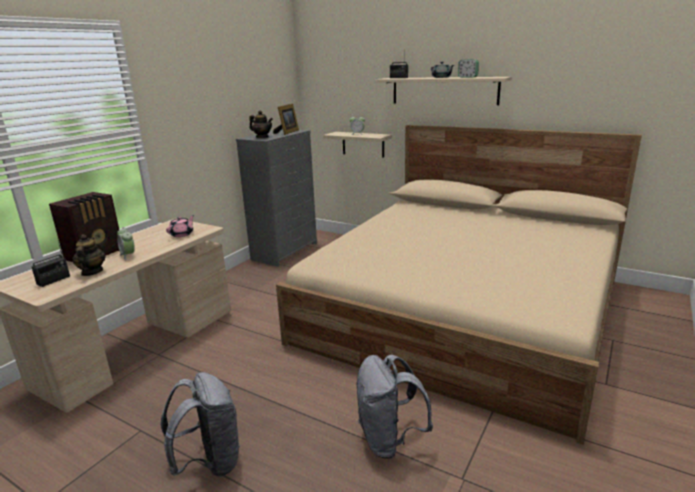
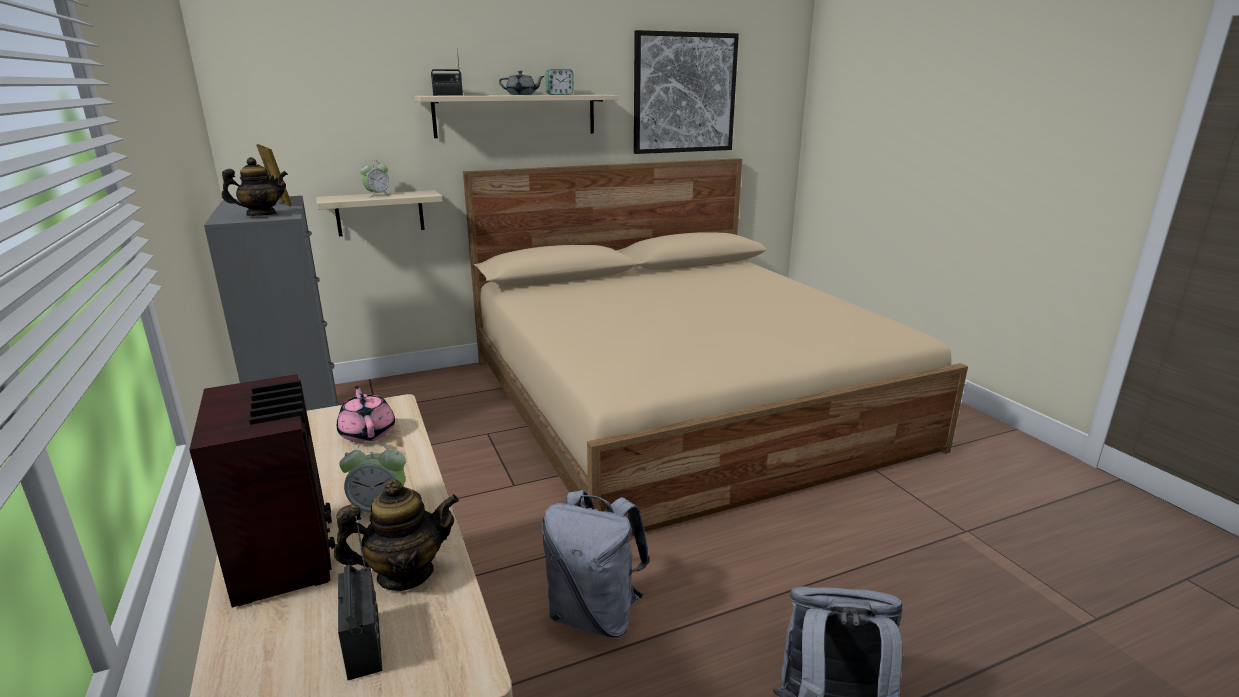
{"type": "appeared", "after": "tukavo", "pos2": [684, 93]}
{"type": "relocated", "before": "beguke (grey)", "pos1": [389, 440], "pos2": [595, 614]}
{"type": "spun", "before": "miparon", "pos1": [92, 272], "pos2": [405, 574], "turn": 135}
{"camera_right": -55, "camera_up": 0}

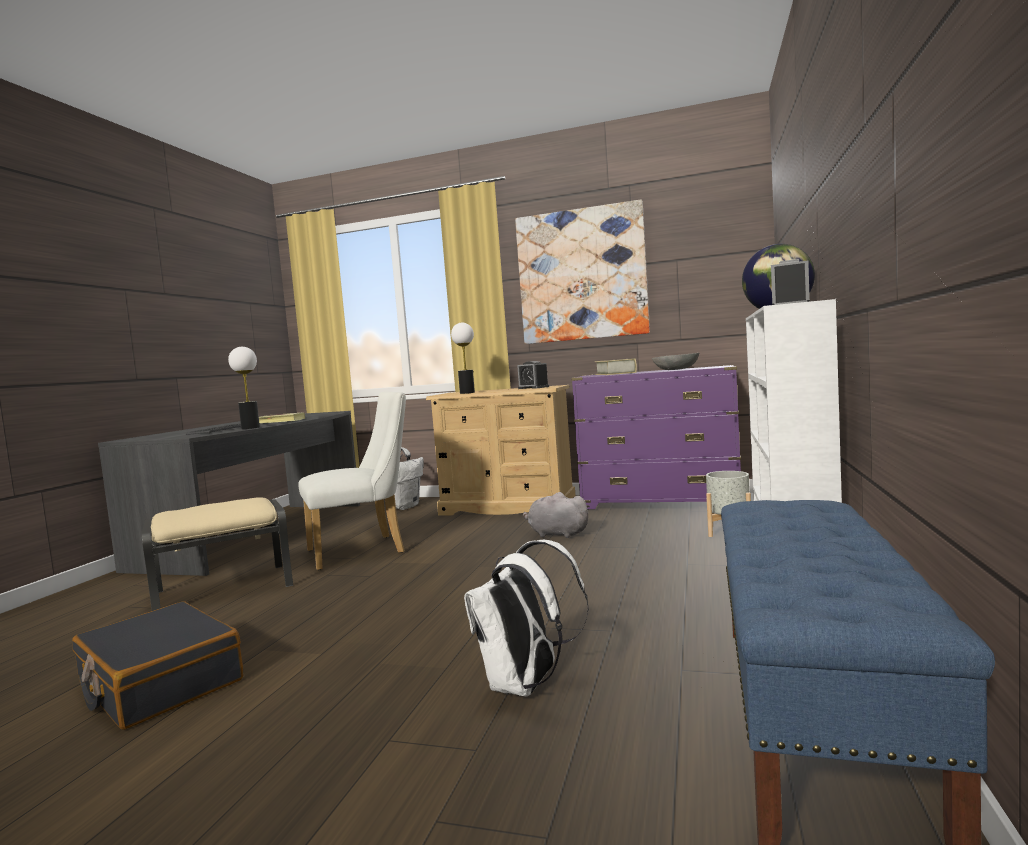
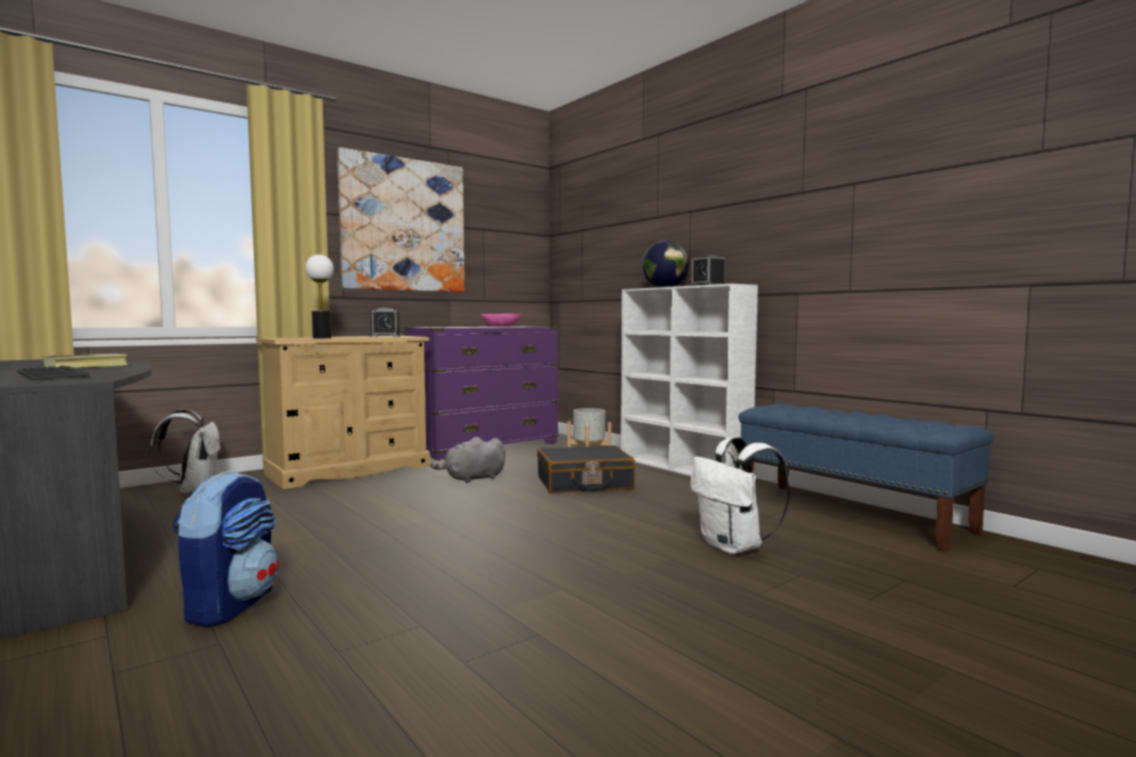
{"type": "missing", "before": "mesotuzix", "pos1": [250, 428]}
{"type": "missing", "before": "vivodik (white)", "pos1": [363, 550]}
{"type": "missing", "before": "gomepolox", "pos1": [615, 373]}
{"type": "relocated", "before": "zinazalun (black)", "pos1": [159, 683], "pos2": [584, 483]}
{"type": "exchanged", "before": "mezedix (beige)", "after": "beguke", "pos1": [224, 588], "pos2": [230, 605]}
{"type": "colour", "before": "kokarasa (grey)", "after": "kokarasa (pink)", "pos1": [676, 369], "pos2": [501, 326]}
{"camera_right": -55, "camera_up": 0}

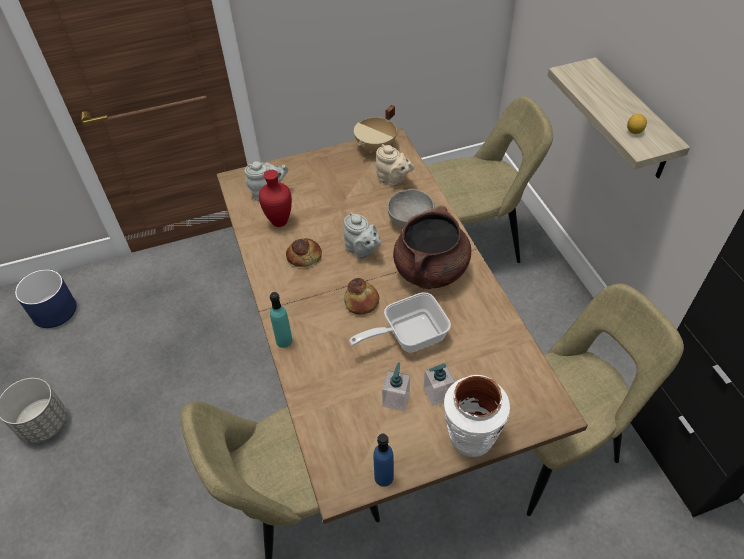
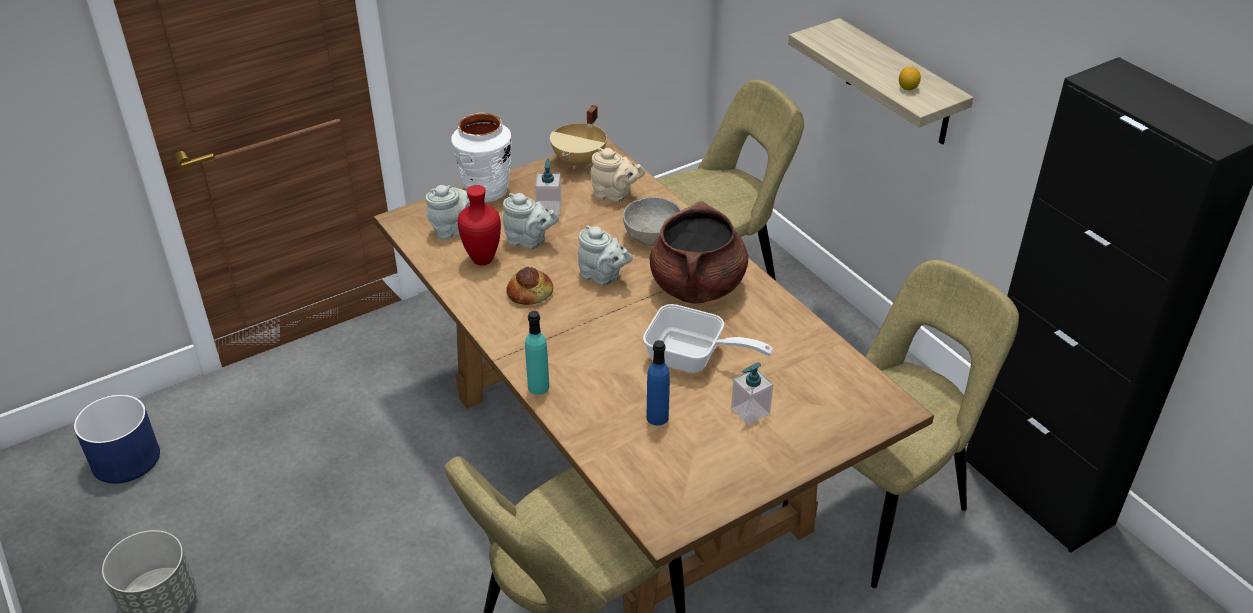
{"type": "missing", "before": "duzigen", "pos1": [362, 301]}
{"type": "appeared", "after": "miparon (grey)", "pos2": [529, 241]}
{"type": "relocated", "before": "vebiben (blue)", "pos1": [384, 477], "pos2": [657, 417]}
{"type": "relocated", "before": "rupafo", "pos1": [396, 399], "pos2": [549, 207]}
{"type": "relocated", "before": "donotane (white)", "pos1": [470, 437], "pos2": [486, 191]}
{"type": "spun", "before": "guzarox", "pos1": [408, 335], "pos2": [693, 358], "turn": -120}
{"camera_right": -15, "camera_up": -10}

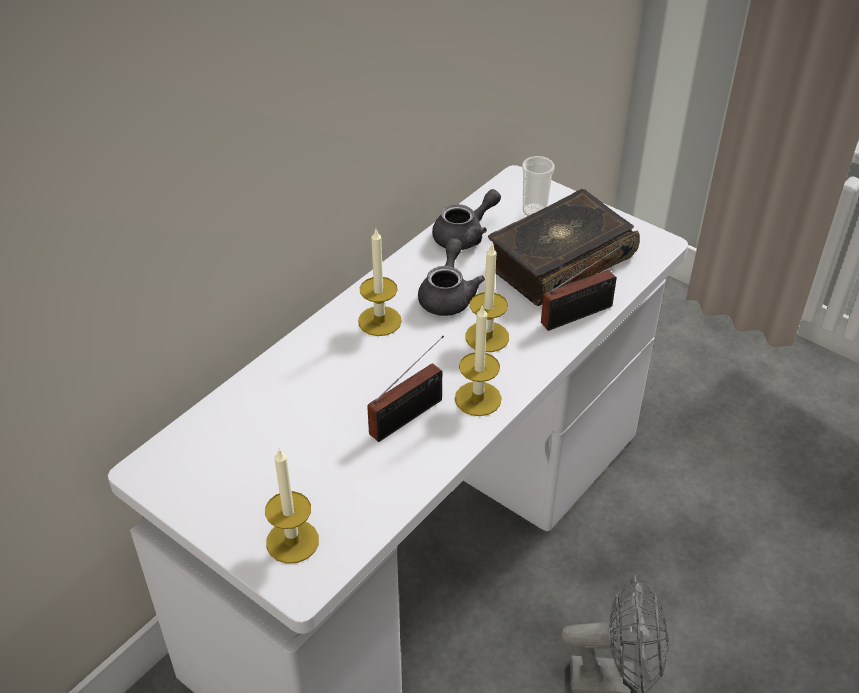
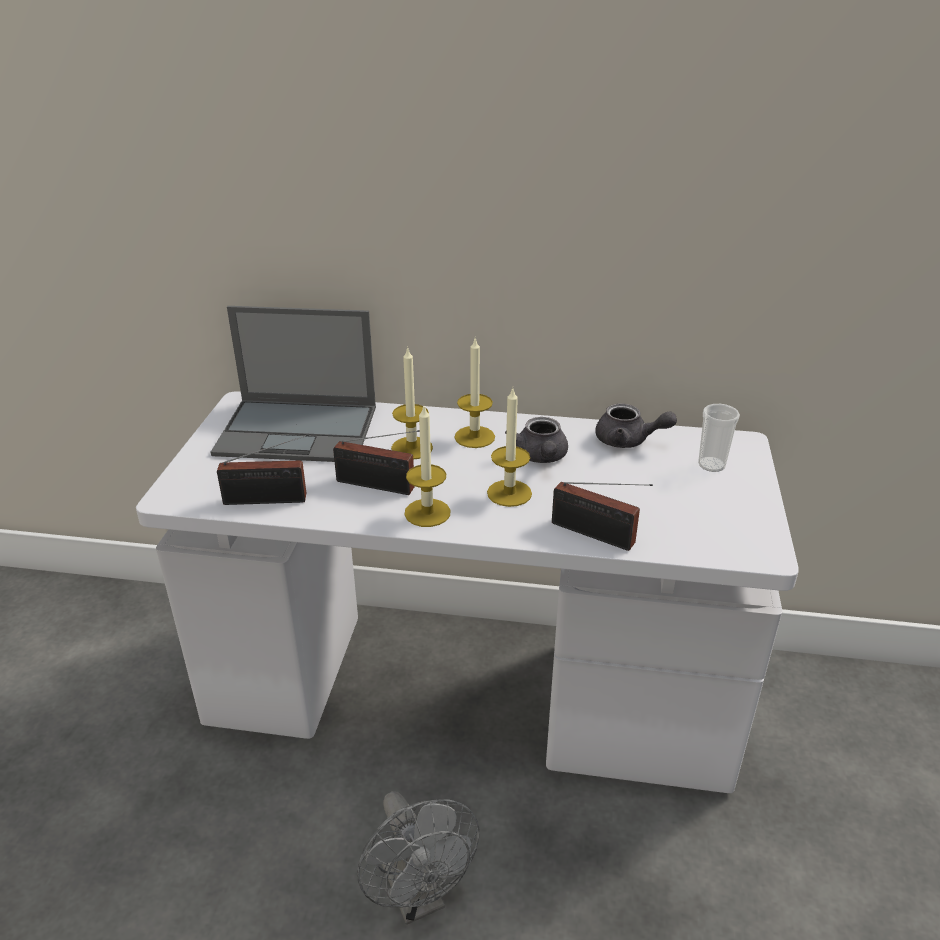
{"type": "missing", "before": "gomepolox", "pos1": [558, 261]}
{"type": "appeared", "after": "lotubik", "pos2": [299, 430]}
{"type": "appeared", "after": "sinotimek", "pos2": [270, 500]}
{"type": "relocated", "before": "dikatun", "pos1": [292, 541], "pos2": [412, 448]}
{"type": "spun", "before": "miparon (grey)", "pos1": [448, 295], "pos2": [540, 457], "turn": 105}
{"camera_right": 60, "camera_up": -10}

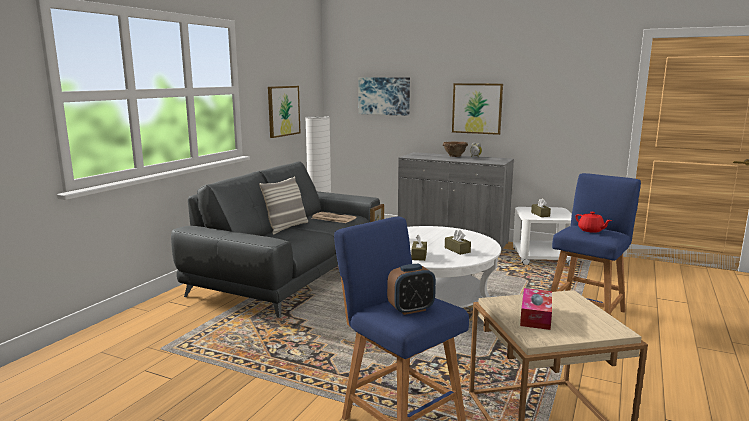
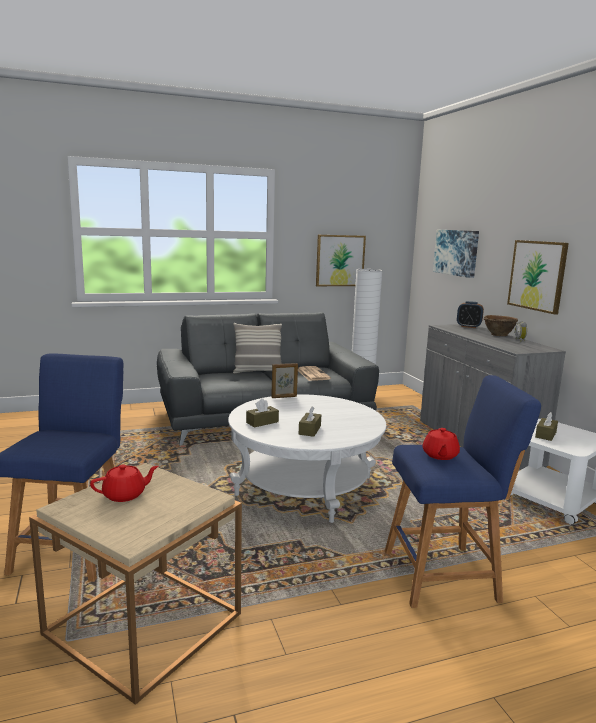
{"type": "relocated", "before": "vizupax", "pos1": [411, 309], "pos2": [468, 326]}
{"type": "exchanged", "before": "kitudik", "after": "miparon (red)", "pos1": [535, 316], "pos2": [125, 495]}
{"camera_right": 45, "camera_up": 0}

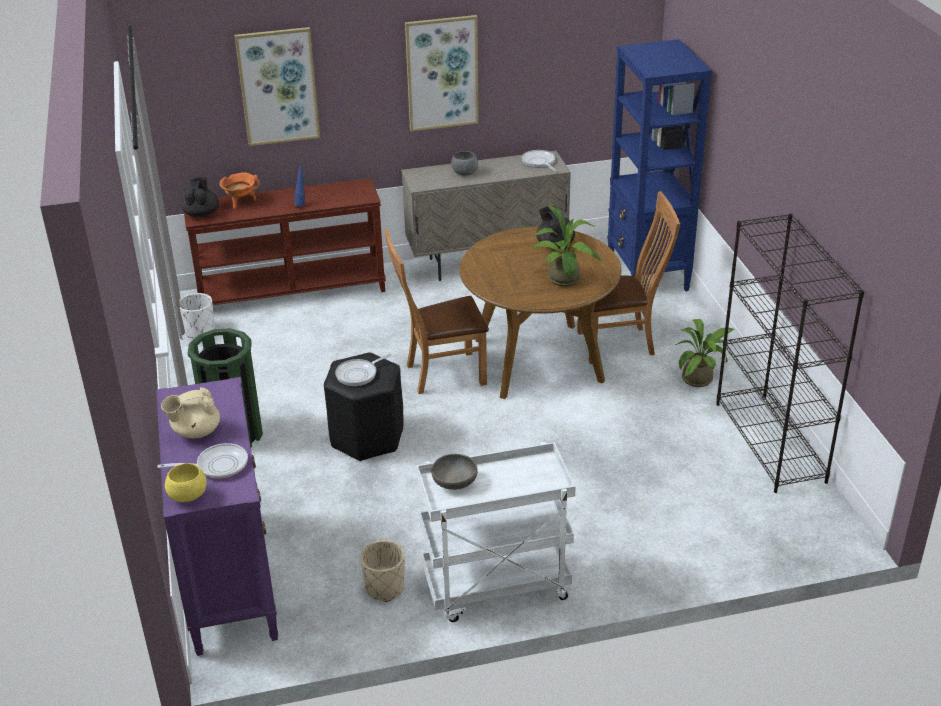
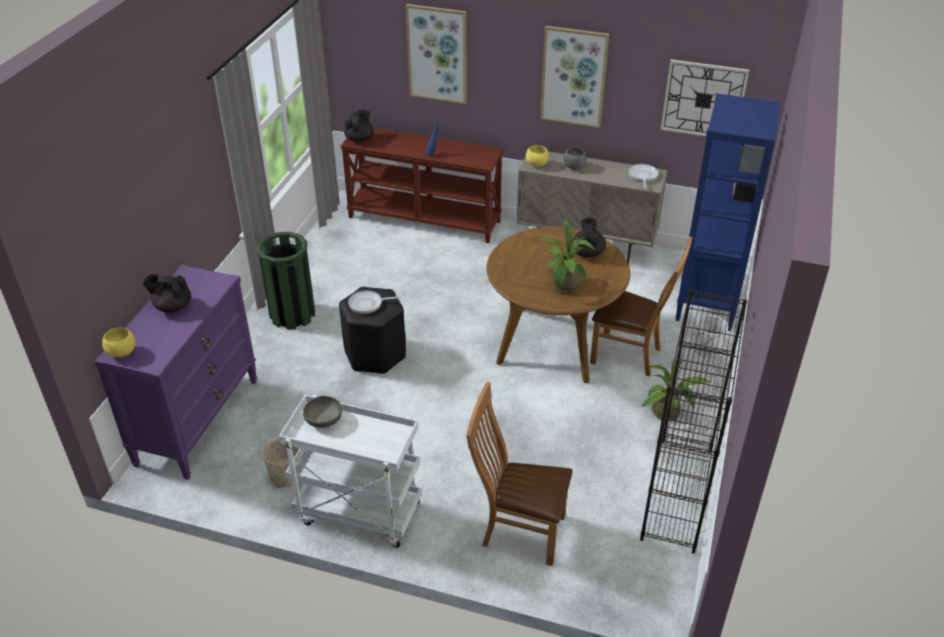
{"type": "missing", "before": "guzarox", "pos1": [217, 465]}
{"type": "missing", "before": "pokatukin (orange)", "pos1": [241, 202]}
{"type": "appeared", "after": "kokarasa (yellow)", "pos2": [536, 164]}
{"type": "appeared", "after": "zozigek", "pos2": [703, 99]}
{"type": "relocated", "before": "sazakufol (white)", "pos1": [200, 331], "pos2": [707, 349]}
{"type": "relocated", "before": "vivodik (brown)", "pos1": [440, 374], "pos2": [518, 530]}
{"type": "colour", "before": "miparon (beige)", "after": "miparon (black)", "pos1": [195, 432], "pos2": [172, 306]}
{"camera_right": 30, "camera_up": 5}

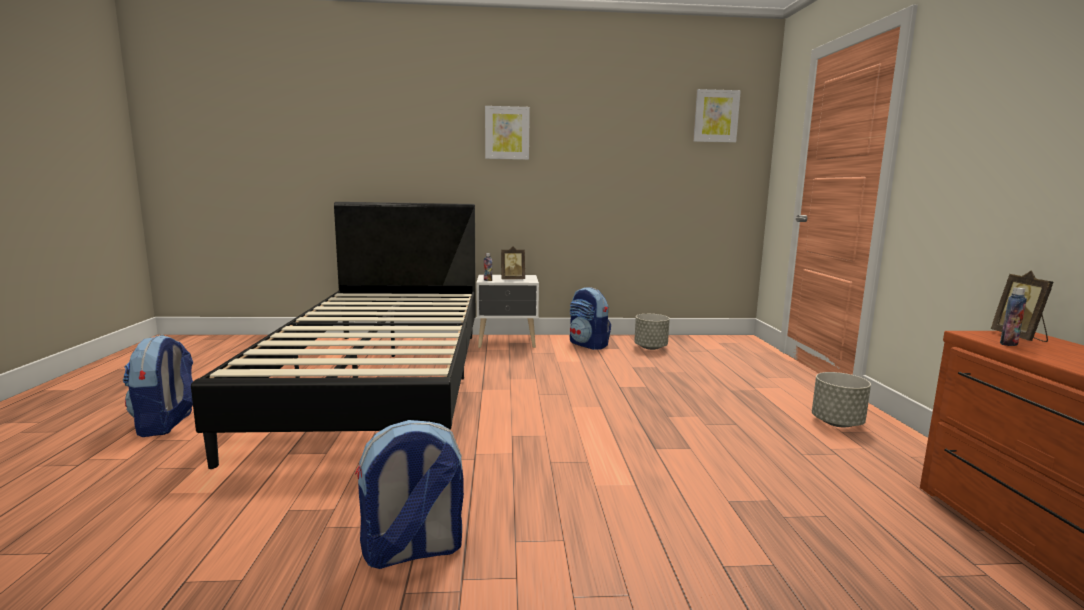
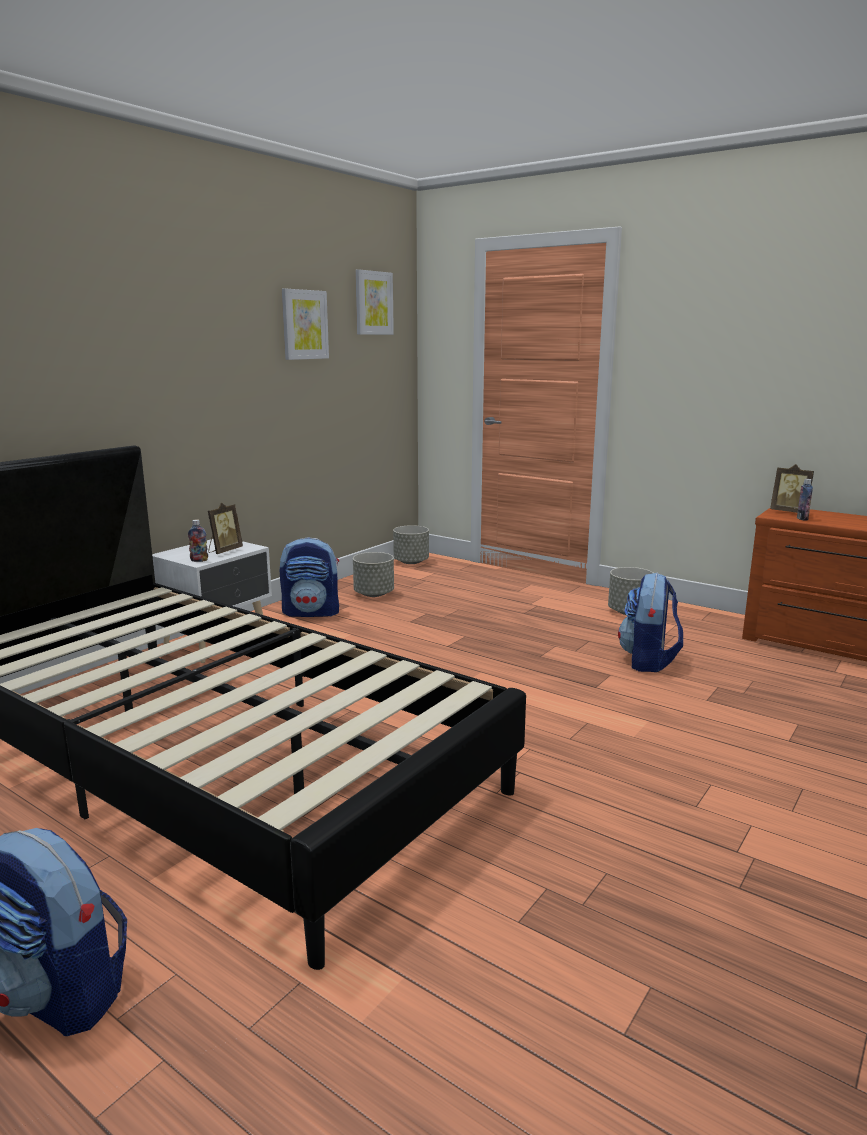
{"type": "appeared", "after": "sazakufol (grey)", "pos2": [411, 562]}
{"type": "relocated", "before": "beguke", "pos1": [412, 551], "pos2": [648, 661]}
{"type": "relocated", "before": "tukavo", "pos1": [507, 133], "pos2": [304, 324]}
{"camera_right": -50, "camera_up": 5}

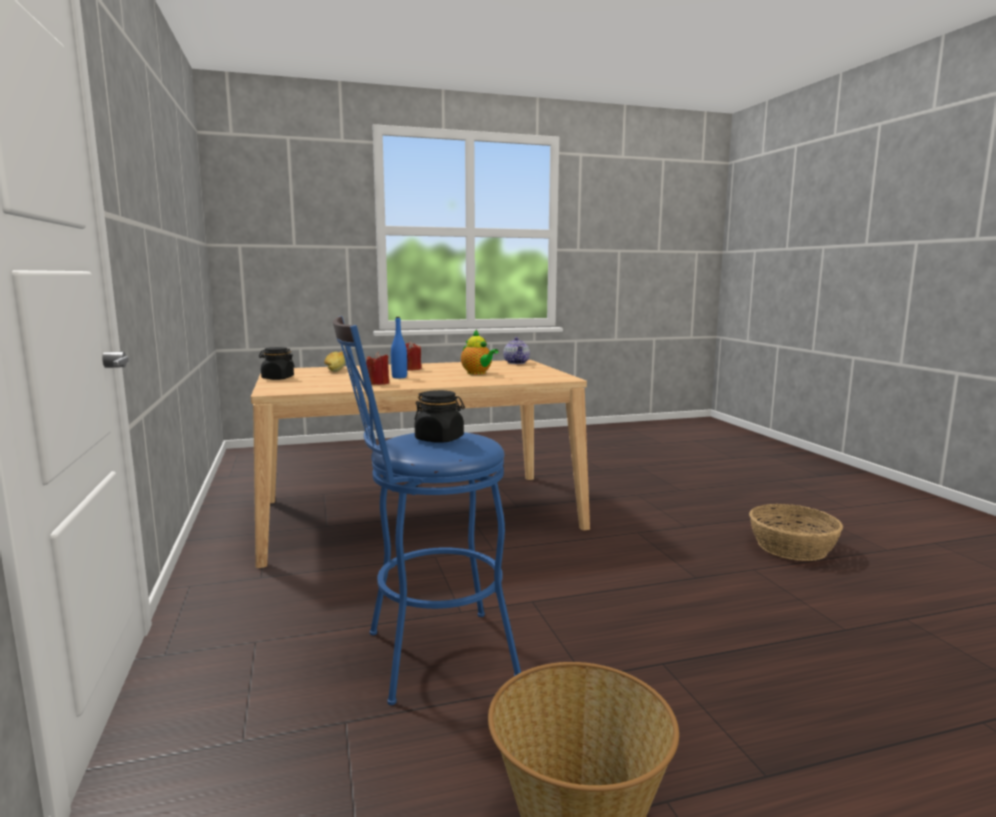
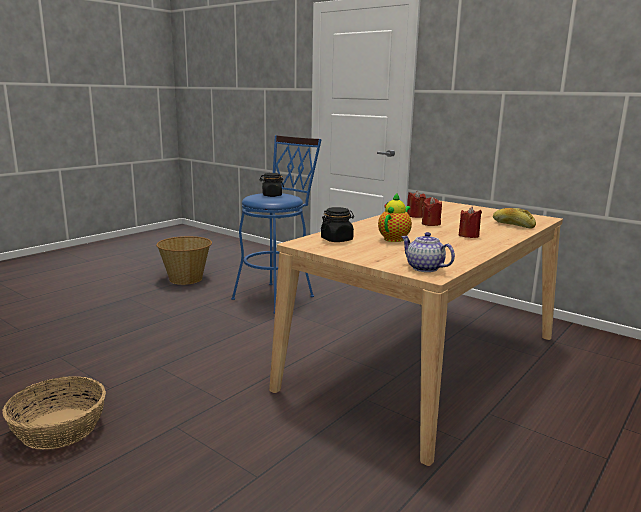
{"type": "relocated", "before": "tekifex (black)", "pos1": [277, 378], "pos2": [337, 240]}
{"type": "exchanged", "before": "vebiben (blue)", "after": "dikatun (red)", "pos1": [399, 377], "pos2": [430, 224]}
{"type": "spun", "before": "miparon", "pos1": [477, 373], "pos2": [395, 239], "turn": 105}
{"camera_right": 145, "camera_up": 5}

